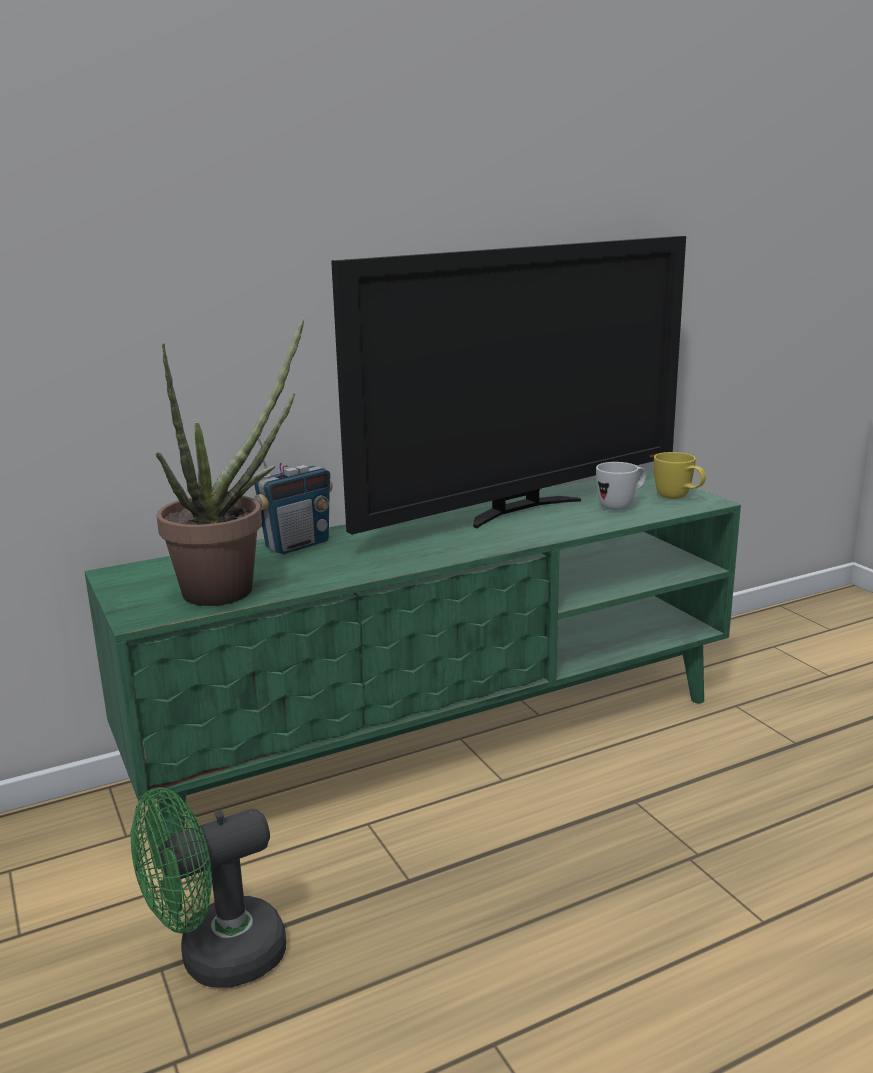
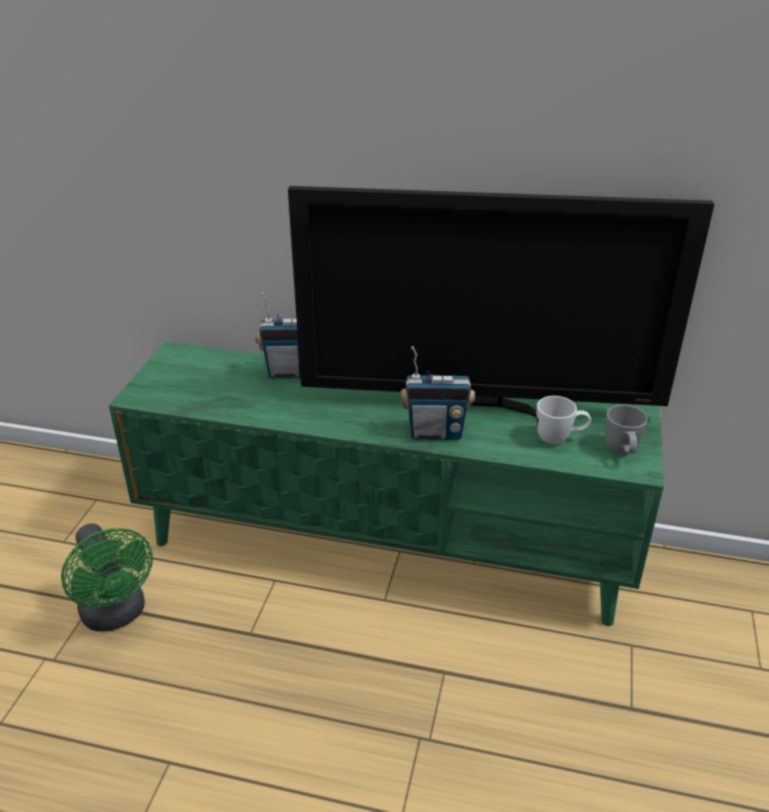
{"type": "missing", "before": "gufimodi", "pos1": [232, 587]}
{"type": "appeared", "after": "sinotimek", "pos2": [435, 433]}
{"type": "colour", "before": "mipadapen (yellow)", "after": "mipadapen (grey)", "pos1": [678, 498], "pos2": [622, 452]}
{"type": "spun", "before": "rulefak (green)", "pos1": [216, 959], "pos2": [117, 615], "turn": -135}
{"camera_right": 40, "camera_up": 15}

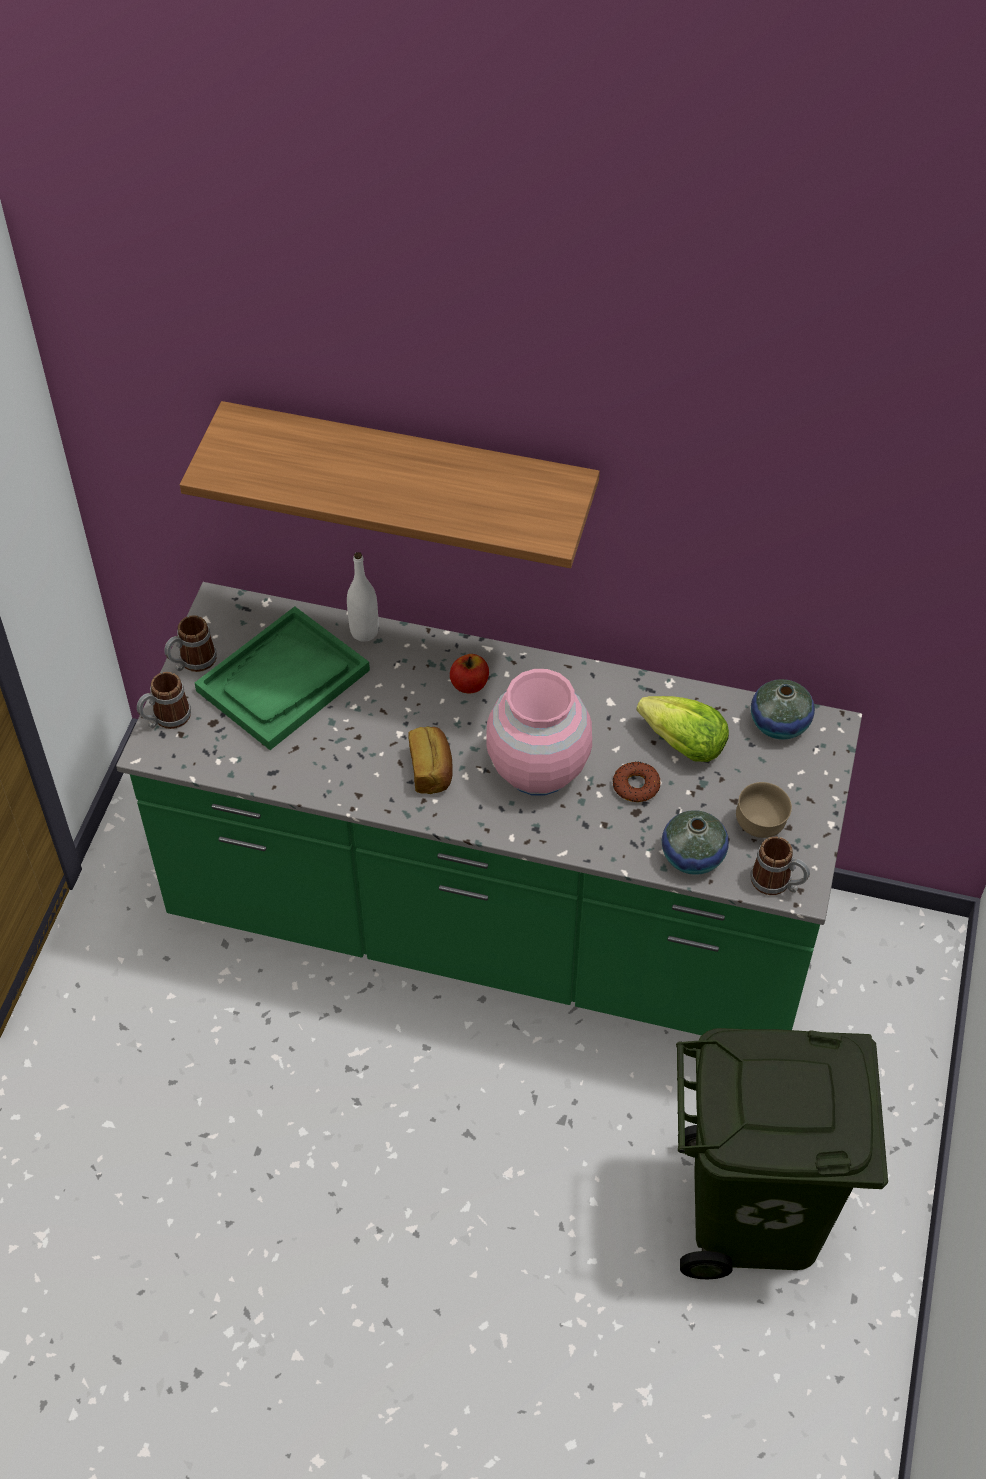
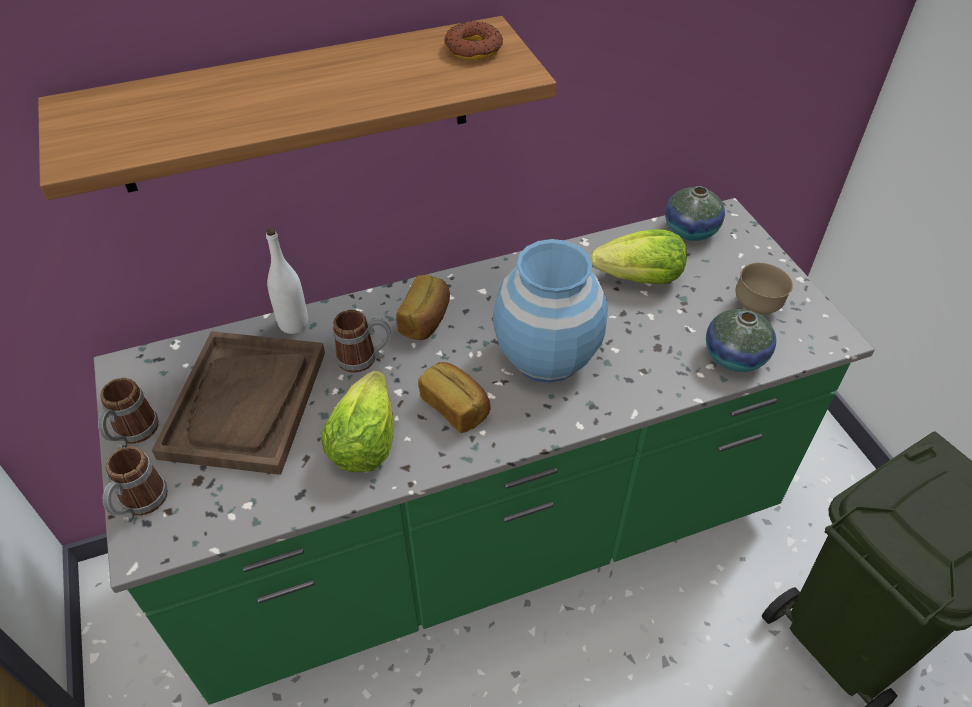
{"type": "appeared", "after": "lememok", "pos2": [364, 443]}
{"type": "relocated", "before": "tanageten", "pos1": [635, 786], "pos2": [473, 48]}
{"type": "relocated", "before": "mipadapen", "pos1": [777, 883], "pos2": [364, 358]}
{"type": "exchanged", "before": "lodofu", "after": "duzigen", "pos1": [469, 684], "pos2": [426, 320]}
{"type": "colour", "before": "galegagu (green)", "after": "galegagu (brown)", "pos1": [283, 681], "pos2": [245, 404]}
{"type": "colour", "before": "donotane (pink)", "after": "donotane (blue)", "pos1": [538, 768], "pos2": [546, 355]}
{"camera_right": -35, "camera_up": -5}

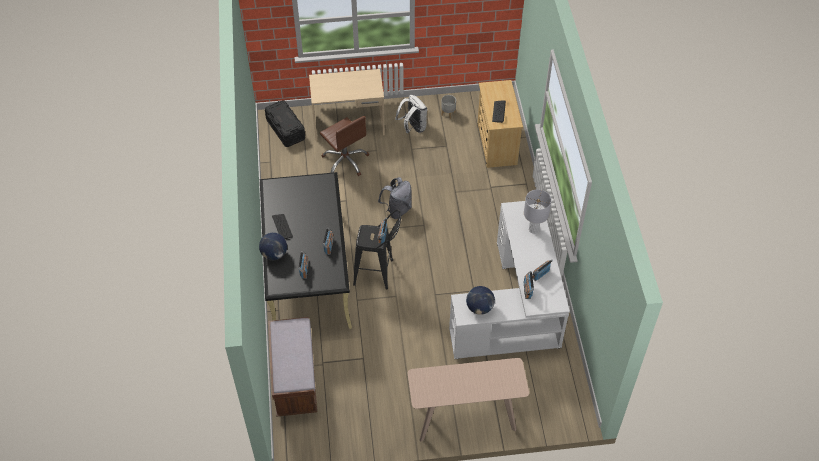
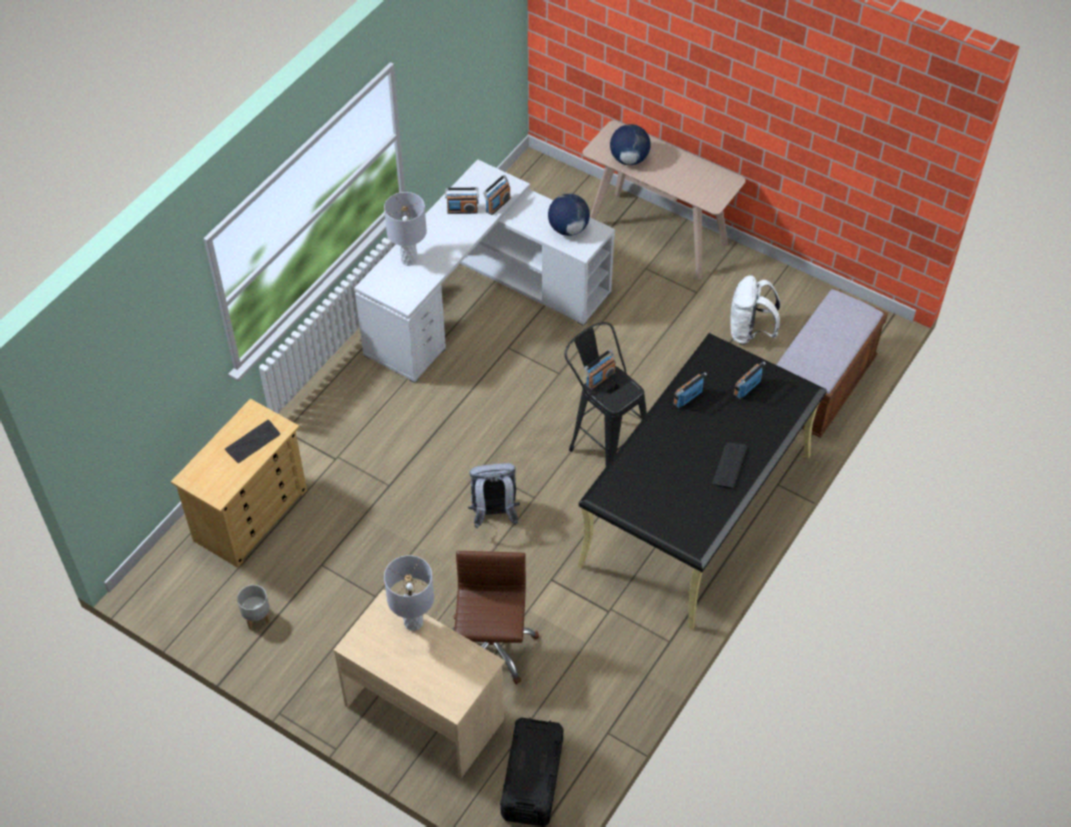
{"type": "appeared", "after": "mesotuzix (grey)", "pos2": [413, 622]}
{"type": "relocated", "before": "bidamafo", "pos1": [274, 254], "pos2": [629, 159]}
{"type": "relocated", "before": "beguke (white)", "pos1": [413, 127], "pos2": [749, 332]}
{"camera_right": -140, "camera_up": 0}

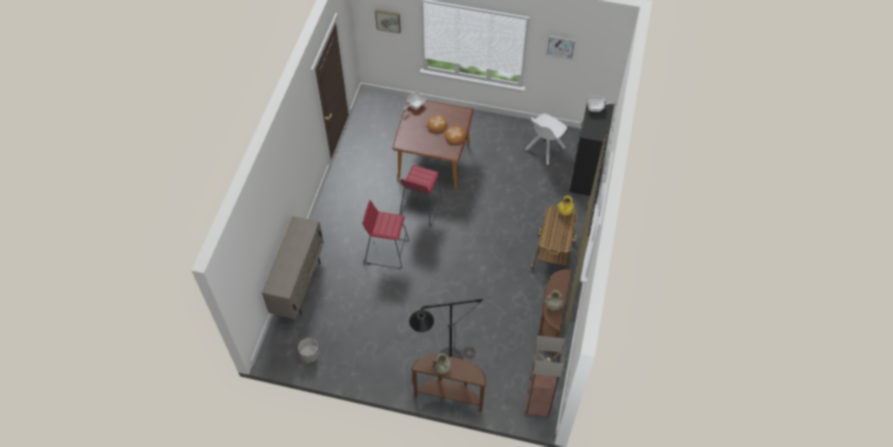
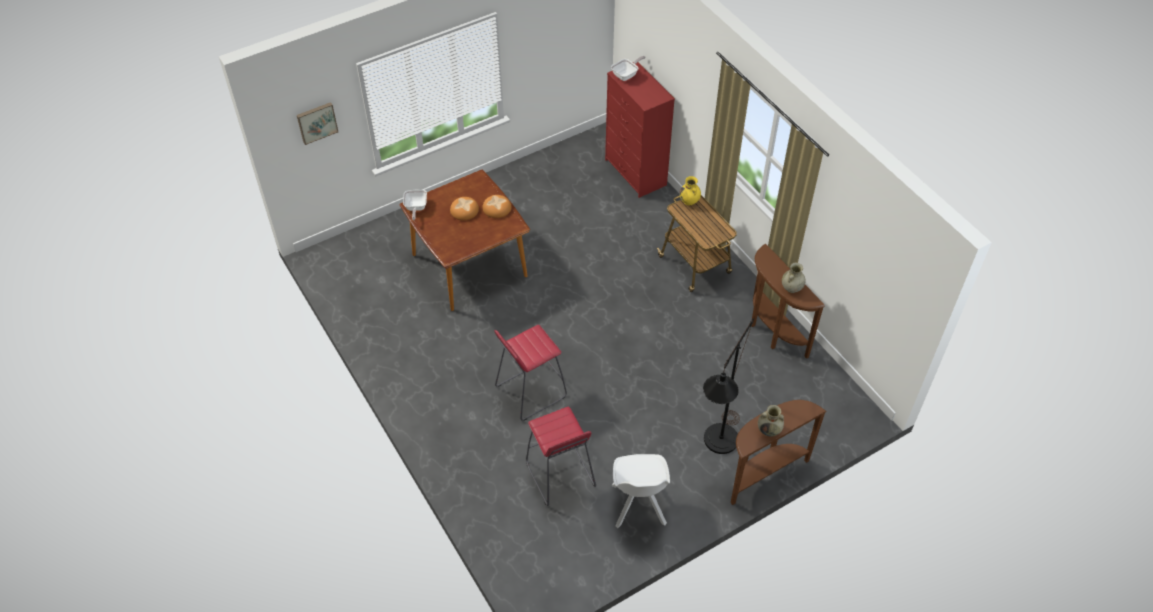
{"type": "missing", "before": "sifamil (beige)", "pos1": [299, 286]}
{"type": "missing", "before": "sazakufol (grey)", "pos1": [310, 355]}
{"type": "missing", "before": "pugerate", "pos1": [537, 405]}
{"type": "missing", "before": "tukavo", "pos1": [560, 46]}
{"type": "relocated", "before": "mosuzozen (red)", "pos1": [421, 209], "pos2": [560, 475]}
{"type": "relocated", "before": "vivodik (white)", "pos1": [544, 149], "pos2": [638, 506]}
{"type": "colour", "before": "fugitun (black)", "after": "fugitun (red)", "pos1": [585, 176], "pos2": [636, 173]}
{"camera_right": -45, "camera_up": -5}

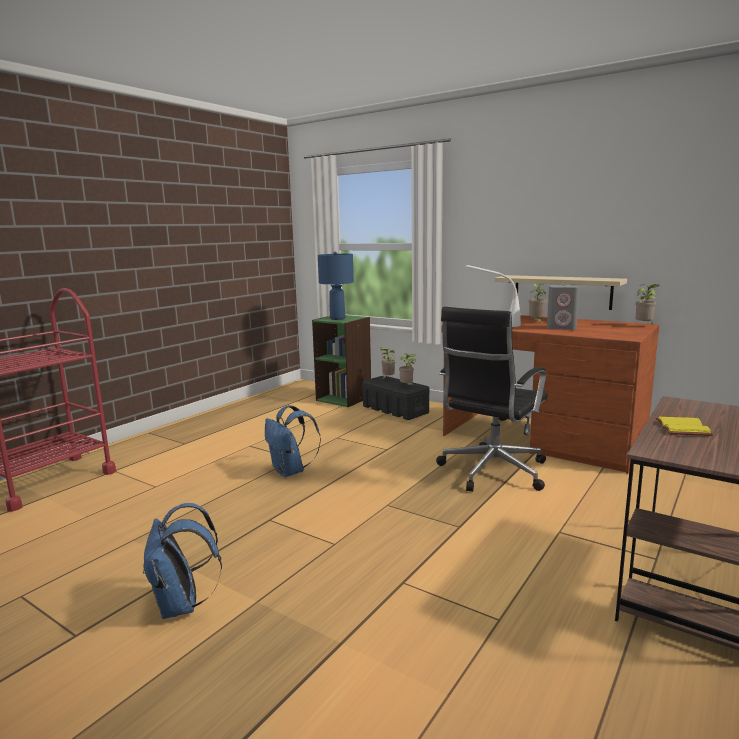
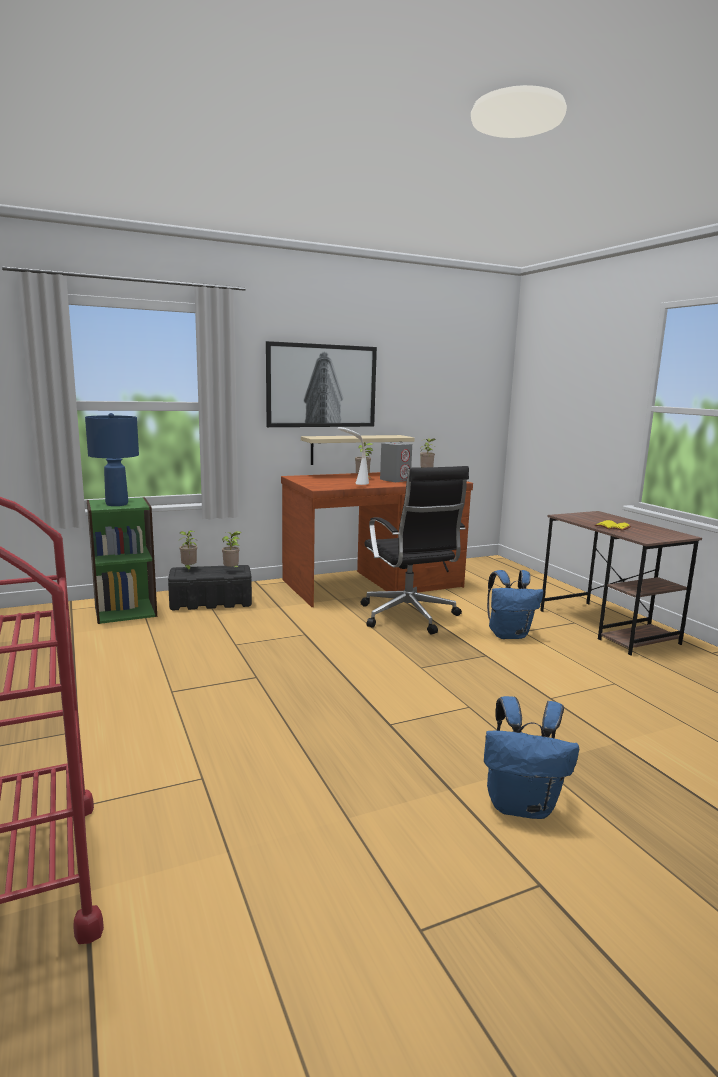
{"type": "appeared", "after": "tukavo", "pos2": [321, 386]}
{"type": "relocated", "before": "beguke (blue)", "pos1": [290, 471], "pos2": [509, 634]}
{"camera_right": -60, "camera_up": 0}

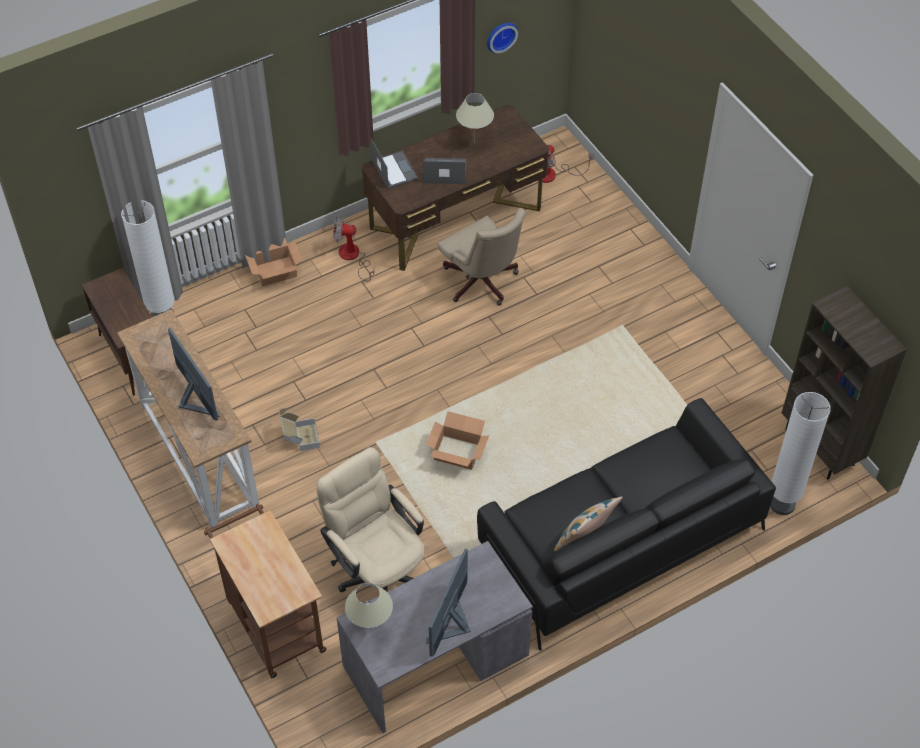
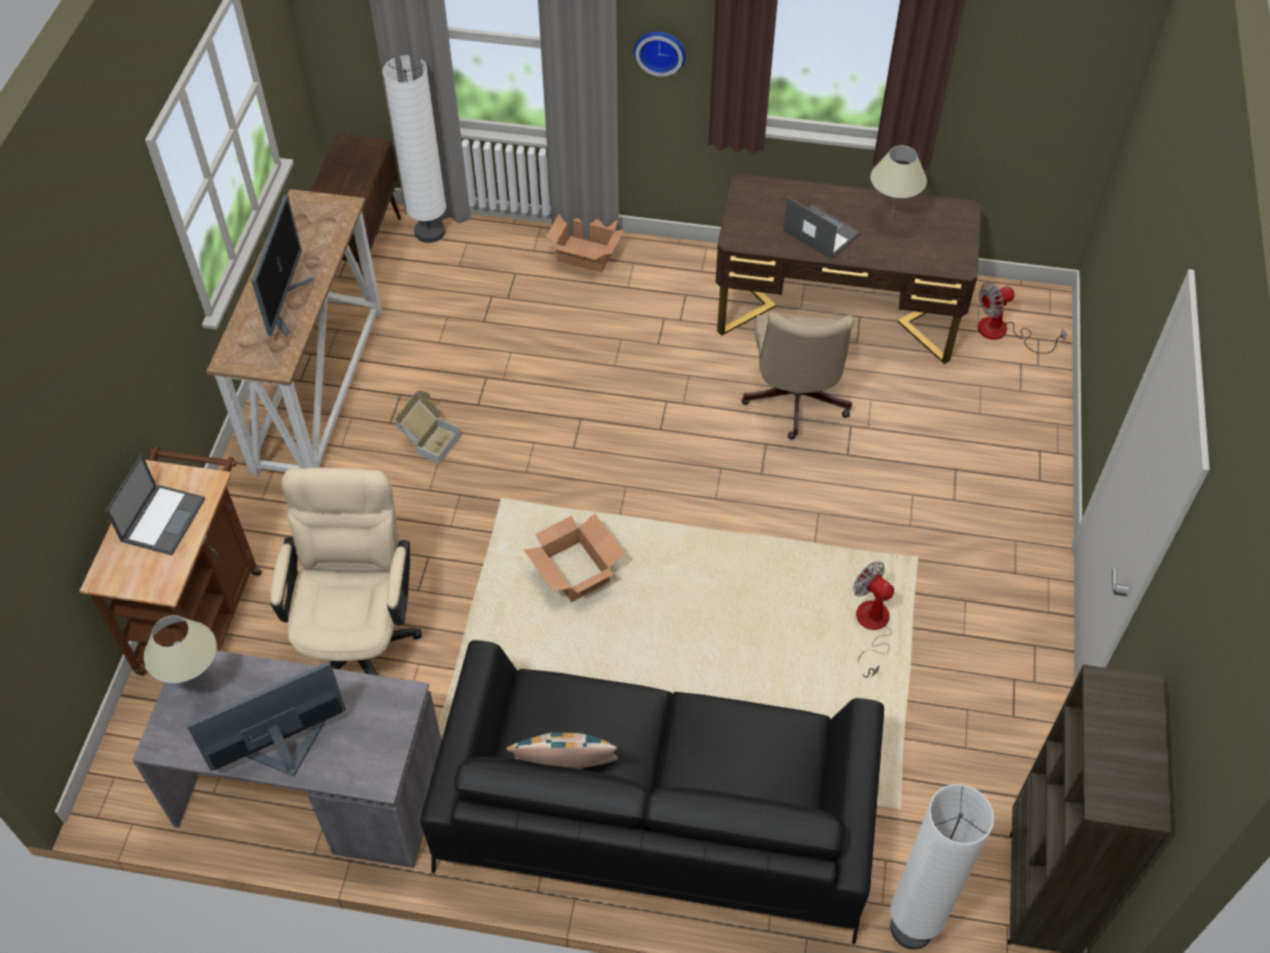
{"type": "relocated", "before": "rulefak", "pos1": [353, 257], "pos2": [871, 627]}
{"type": "relocated", "before": "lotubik", "pos1": [394, 170], "pos2": [163, 519]}
{"type": "relocated", "before": "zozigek", "pos1": [500, 35], "pos2": [660, 50]}
{"camera_right": 40, "camera_up": 0}

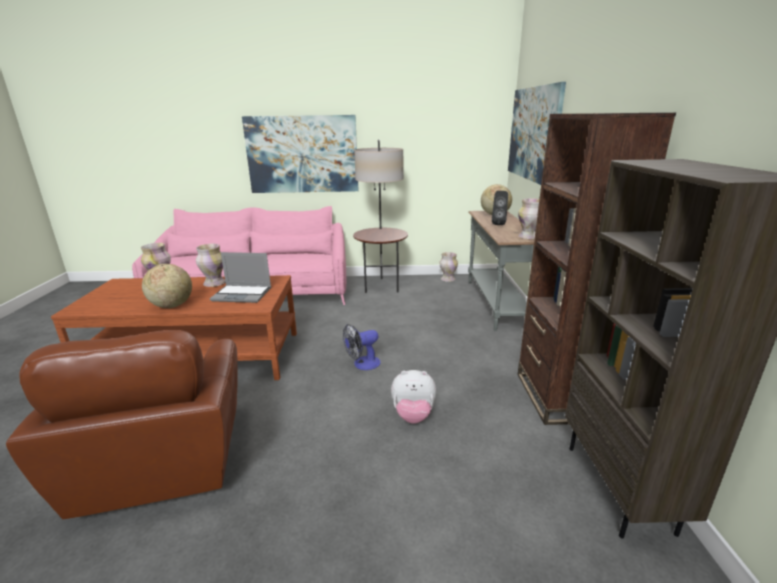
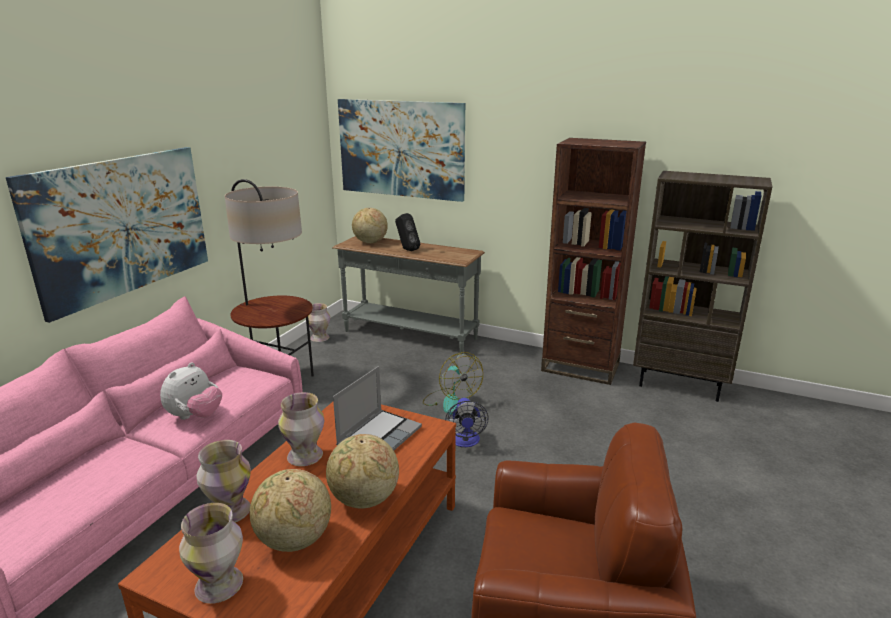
{"type": "appeared", "after": "bidamafo", "pos2": [294, 540]}
{"type": "appeared", "after": "rulefak", "pos2": [451, 401]}
{"type": "relocated", "before": "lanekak", "pos1": [413, 415], "pos2": [195, 416]}
{"type": "relocated", "before": "donotane", "pos1": [528, 237], "pos2": [219, 586]}
{"camera_right": -65, "camera_up": 0}

